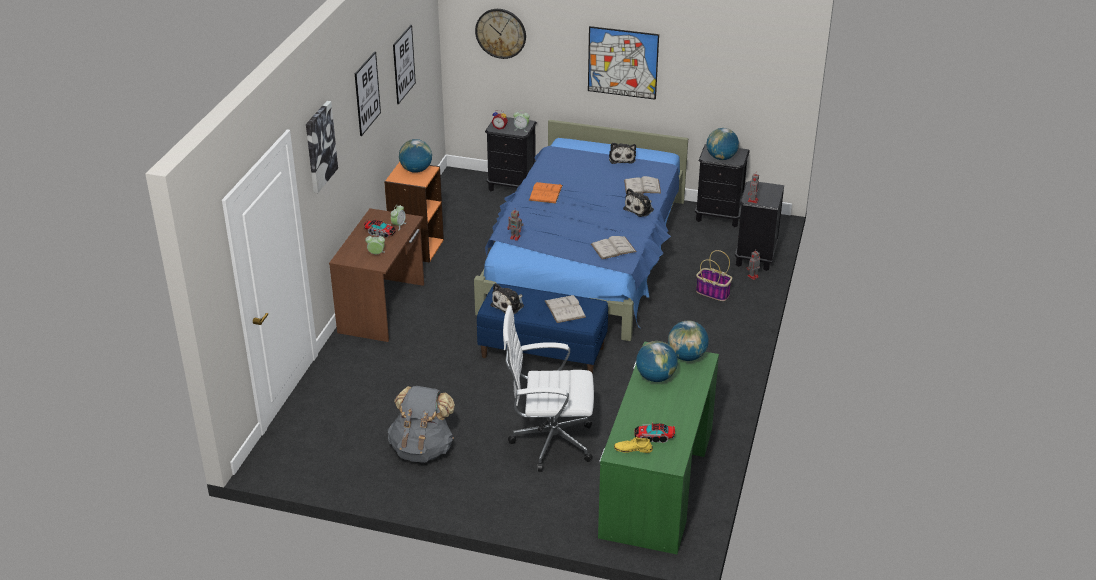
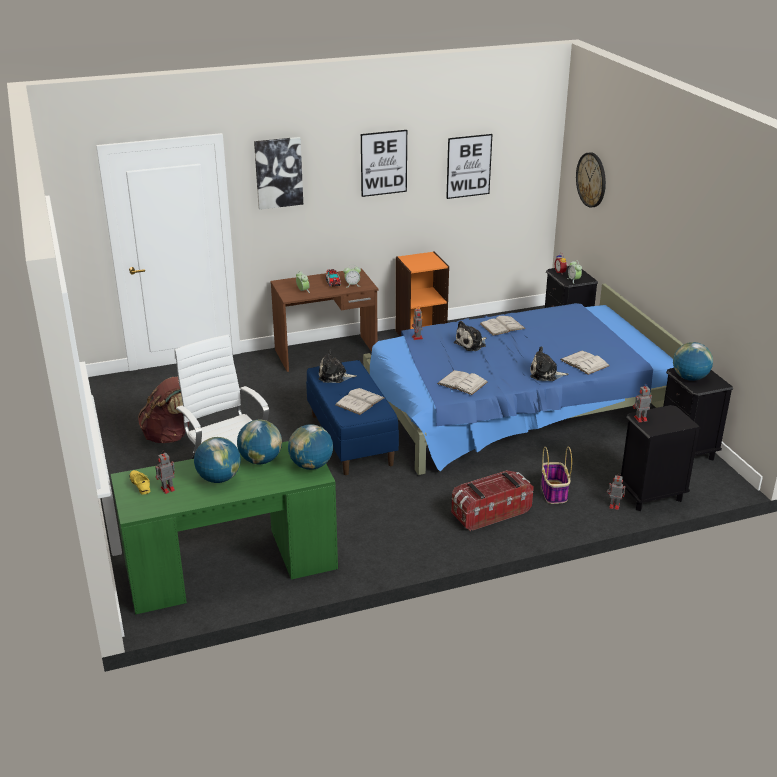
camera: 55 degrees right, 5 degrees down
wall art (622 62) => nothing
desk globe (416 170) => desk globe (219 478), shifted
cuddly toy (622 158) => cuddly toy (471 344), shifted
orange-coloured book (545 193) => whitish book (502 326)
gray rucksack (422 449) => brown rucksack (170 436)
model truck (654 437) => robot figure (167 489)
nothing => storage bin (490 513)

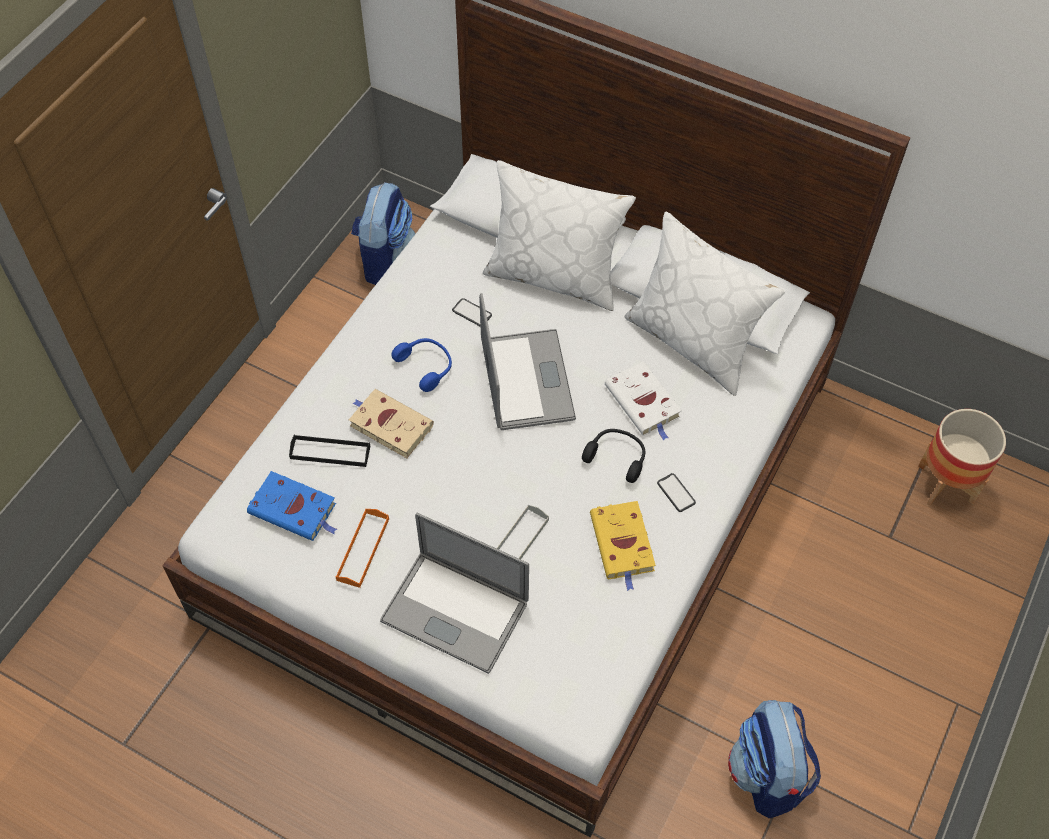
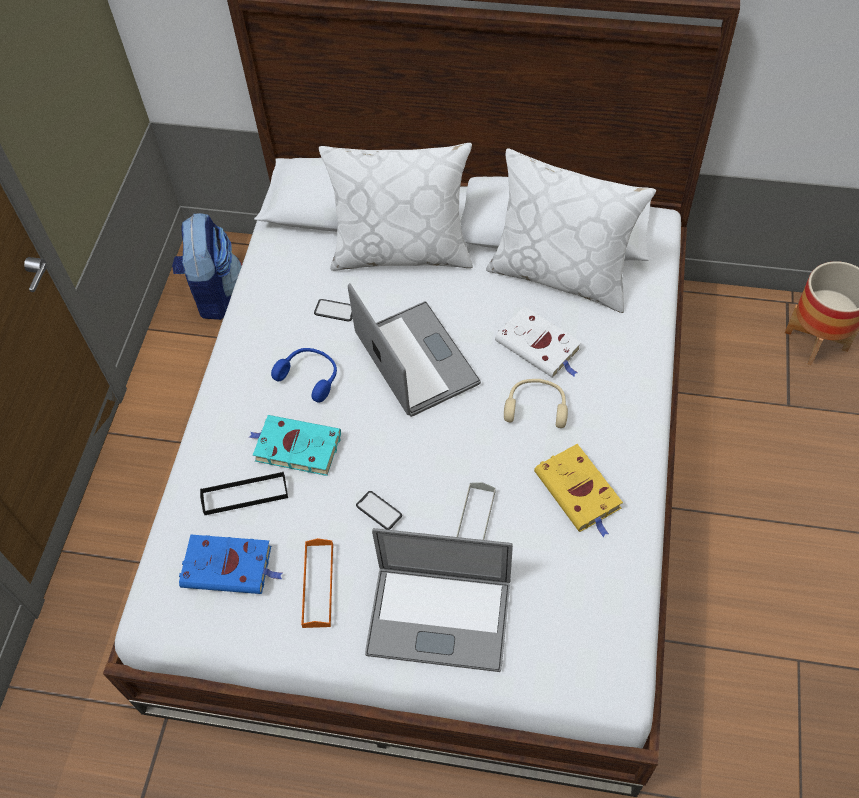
camera: 15 degrees left, 0 degrees up
beige book (389 425) => turquoise book (295 447)
blackish headphones (617 457) => beige headphones (536 407)
phone (676 493) => phone (379 510), shifted
rucksack (767 775) => nothing

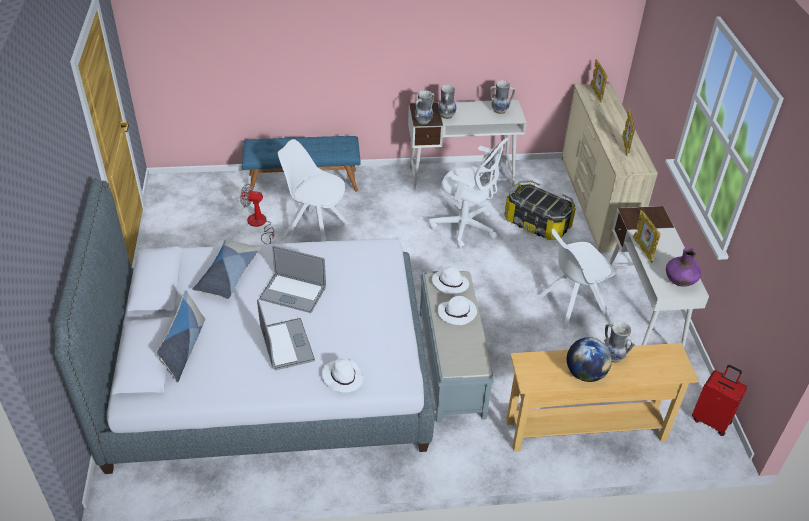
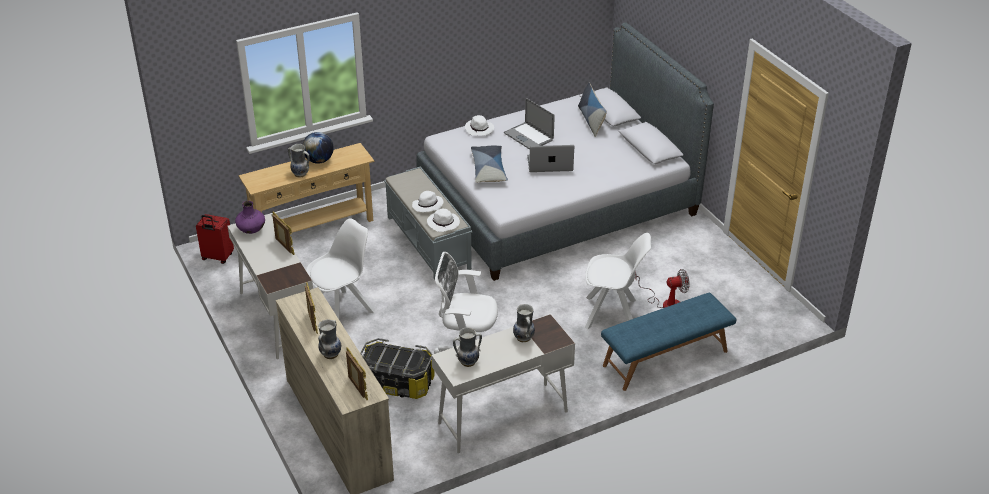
camera: 160 degrees right, 5 degrees down
decorative vase (423 121) => decorative vase (330 354), shifted
pillow (228 275) => pillow (489 169), shifted

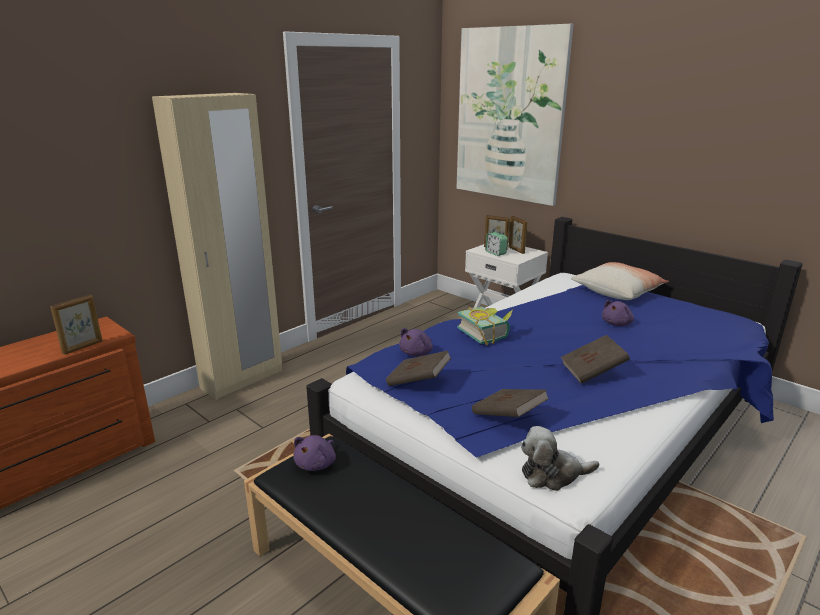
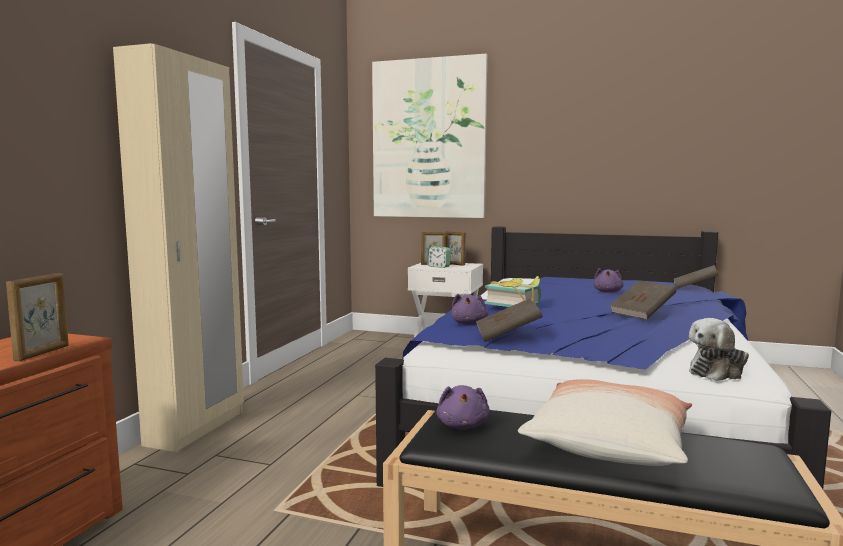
camera: 25 degrees left, 15 degrees down
pillow (617 292) => pillow (608 443), shifted
brown book (508 416) => brown book (694 287), shifted

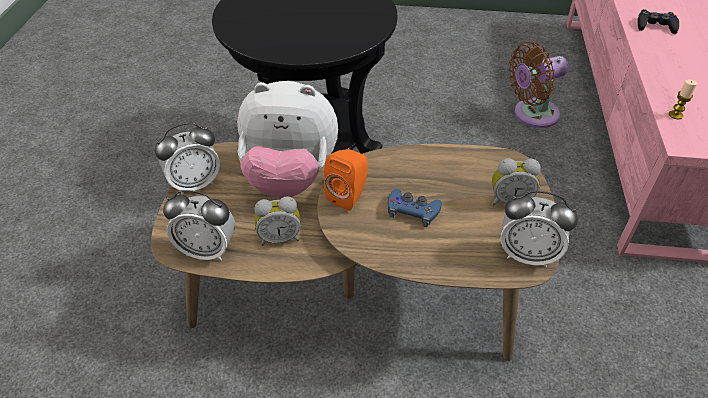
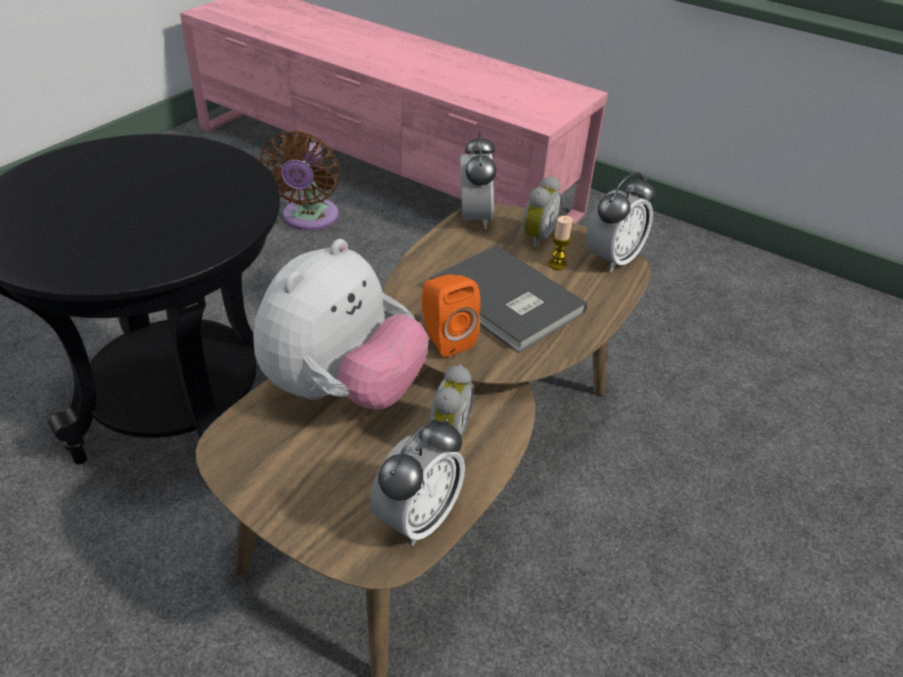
camera: 65 degrees left, 5 degrees down
blackish joypad (655 26) => nothing
wax light (675 115) => wax light (557 264), shifted
bedside clock (195 184) => bedside clock (474 218), shifted
blue-coloured joypad (412 211) => gray book (505 303)

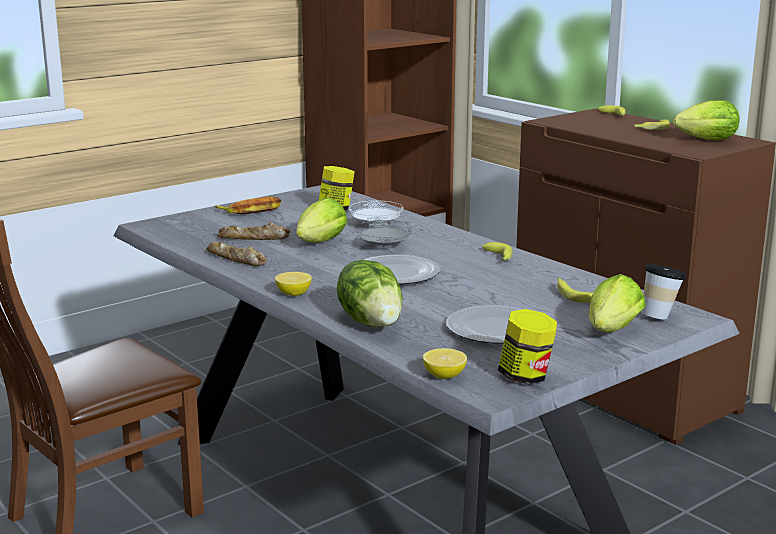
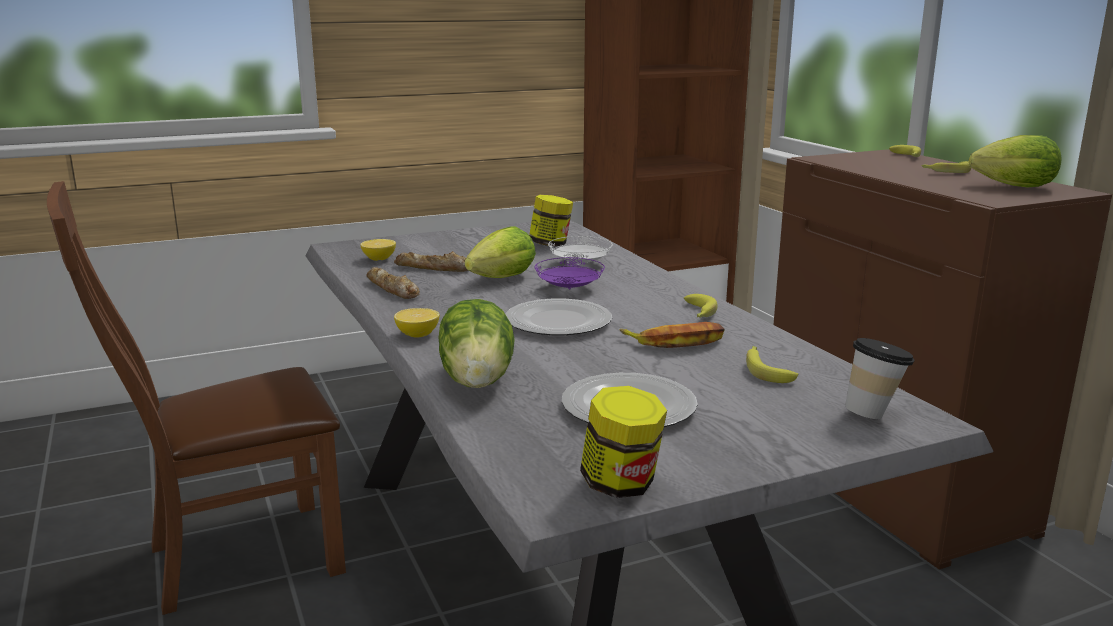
camera: 15 degrees right, 0 degrees up
whole banana (251 210) => whole banana (675 342), shifted
gray flat dish (383 247) => purple-coloured flat dish (569 289)
lettuce (611 332) => nothing
whole lemon (444 376) => whole lemon (379 259), shifted

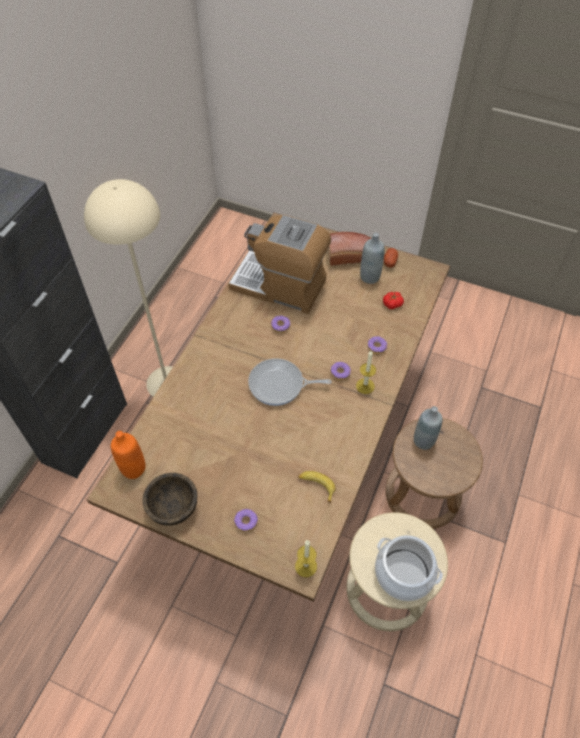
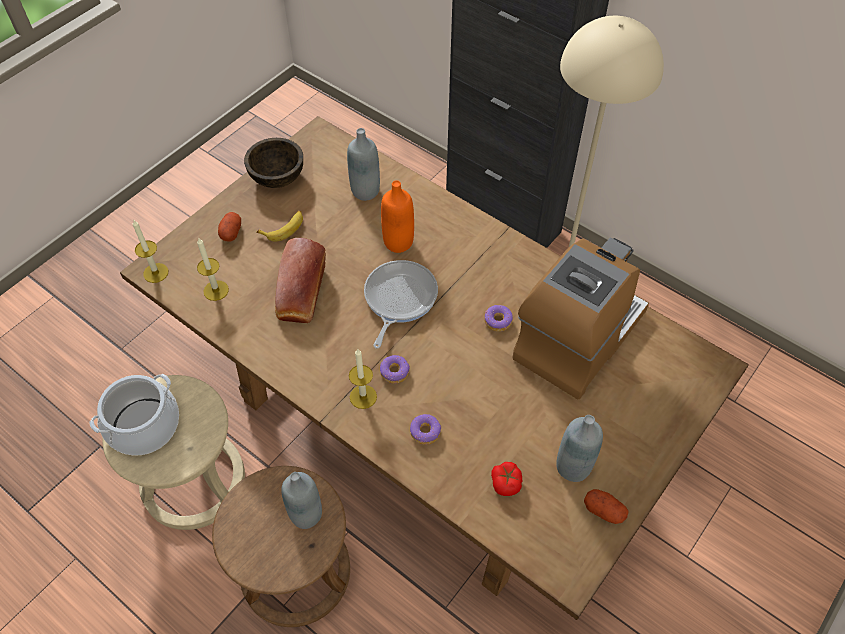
camera: 105 degrees right, 0 degrees up
bread (352 256) => bread (301 294), shifted
orange-coloured beverage bottle (133 468) => orange-coloured beverage bottle (398 242), shifted
whole banana (316 486) => whole banana (284 228), shifted
donut (246 522) => potato (231 232)
nothing => gray beverage bottle (365 191)
nothing => wax light (216 290)

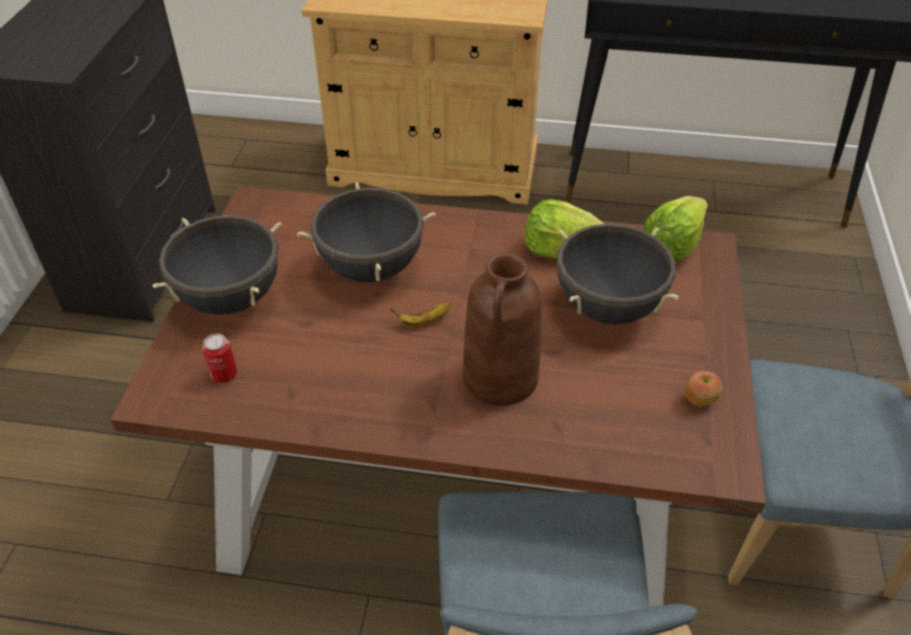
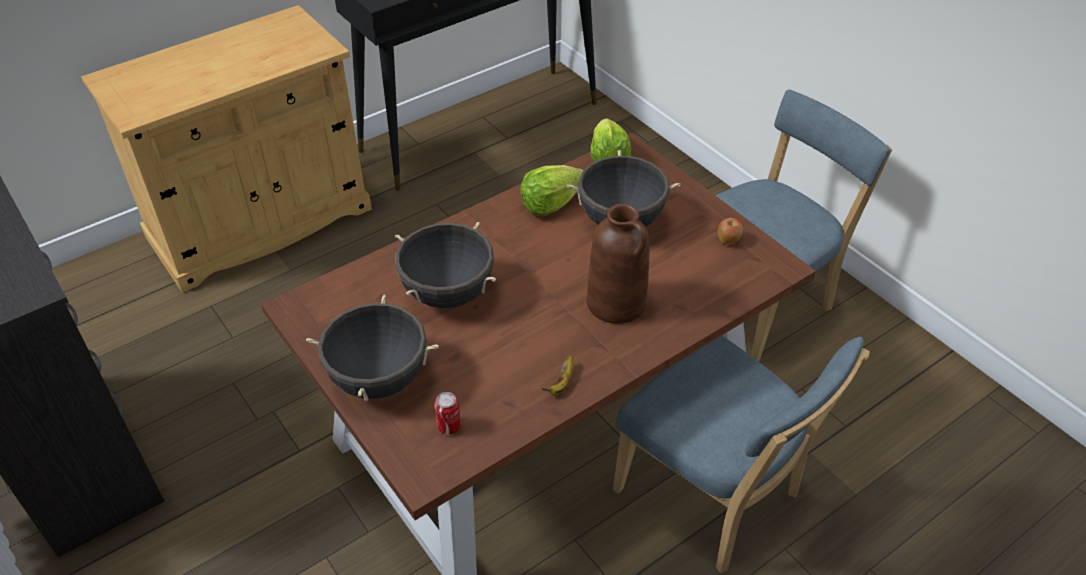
camera: 45 degrees left, 0 degrees up
whole banana (423 322) => whole banana (562 383), shifted

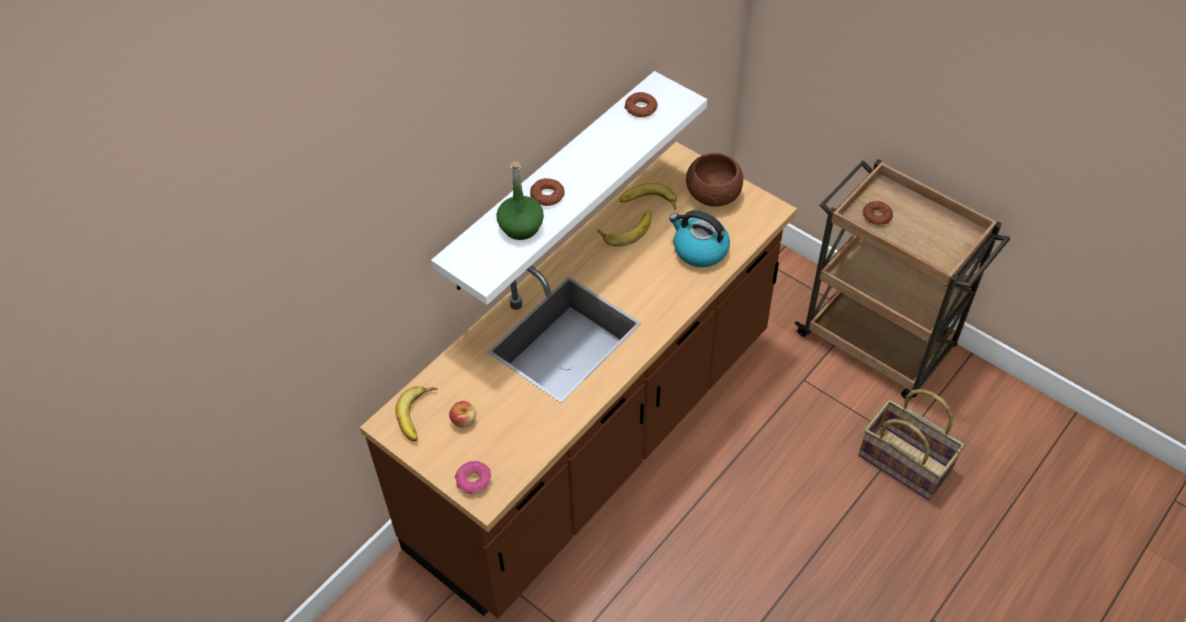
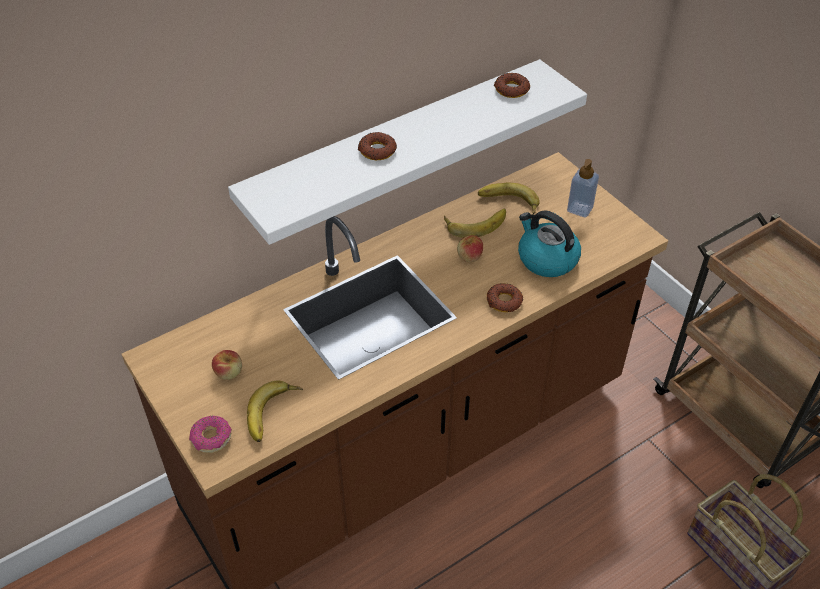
camera: 15 degrees right, 5 degrees down
brown deep dish (713 195) => soap dispenser (580 209)
green beverage bottle (521 227) => nothing
donut (877 216) => donut (504 301), shifted
whole banana (419 415) => whole banana (274 414), shifted
nothing => whole apple (469 257)

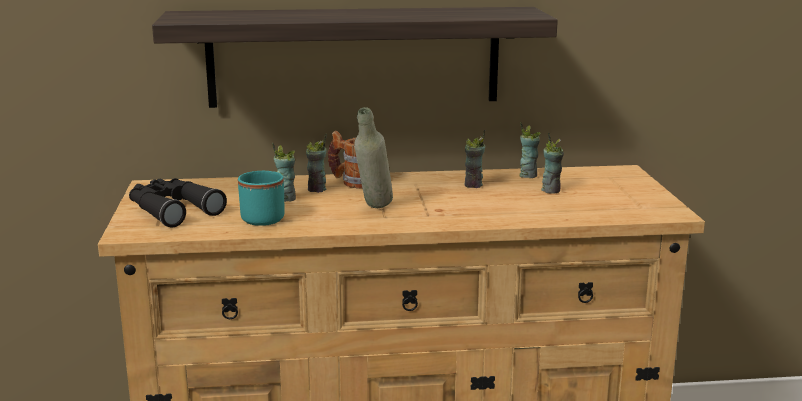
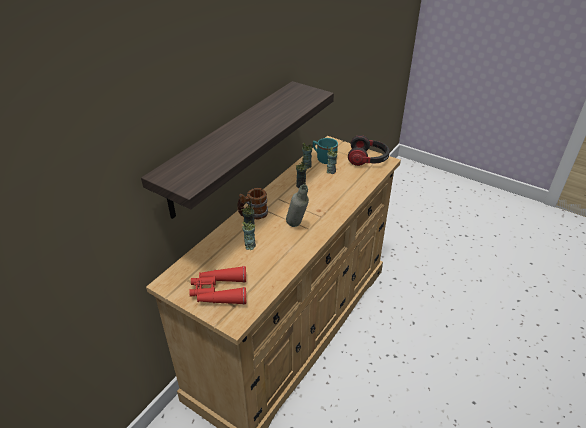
camera: 50 degrees left, 20 degrees up
turquoise coffee mug (262 217) => turquoise coffee mug (324 158), shifted
blackish pair of binoculars (172 210) => red pair of binoculars (219 292)
nothing => headphones (368 159)

